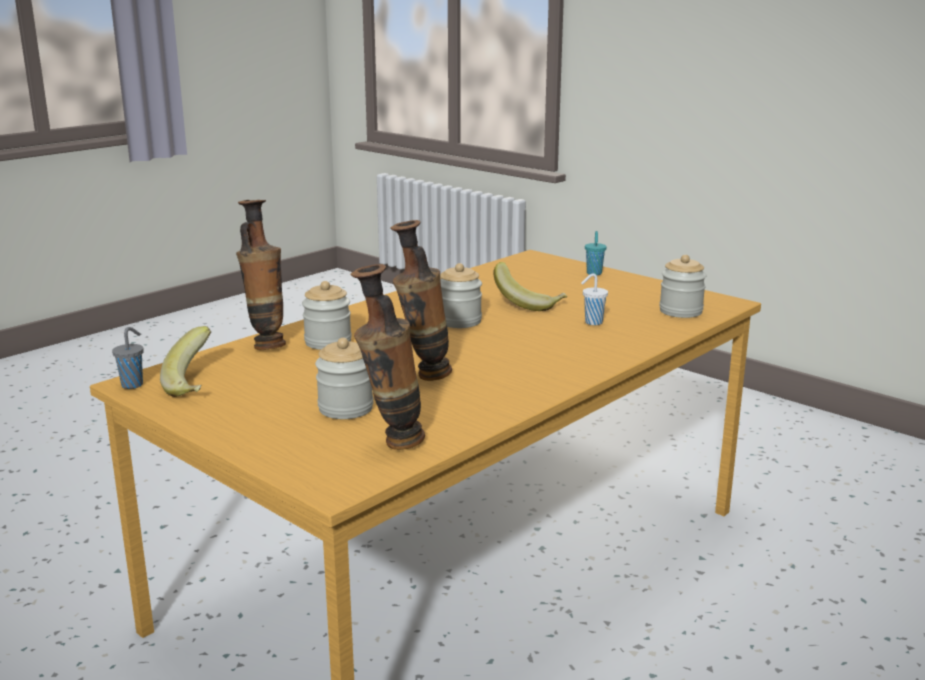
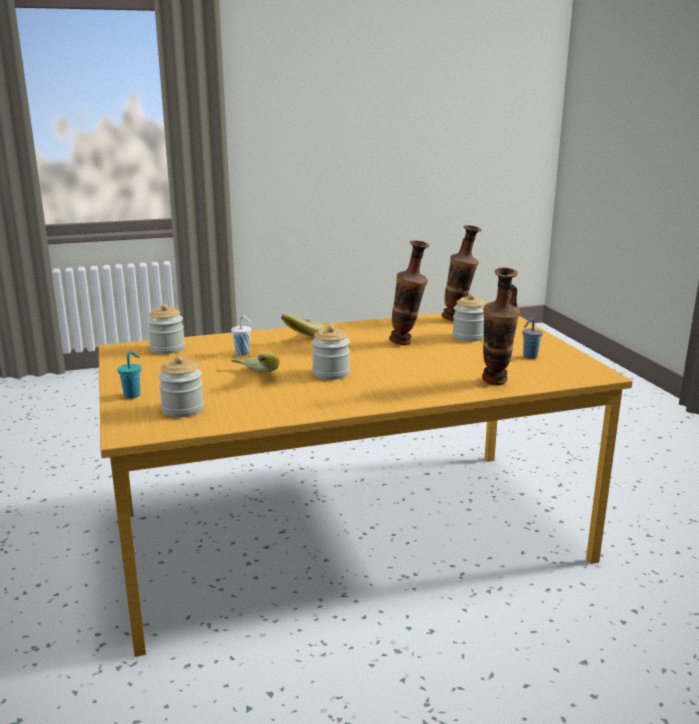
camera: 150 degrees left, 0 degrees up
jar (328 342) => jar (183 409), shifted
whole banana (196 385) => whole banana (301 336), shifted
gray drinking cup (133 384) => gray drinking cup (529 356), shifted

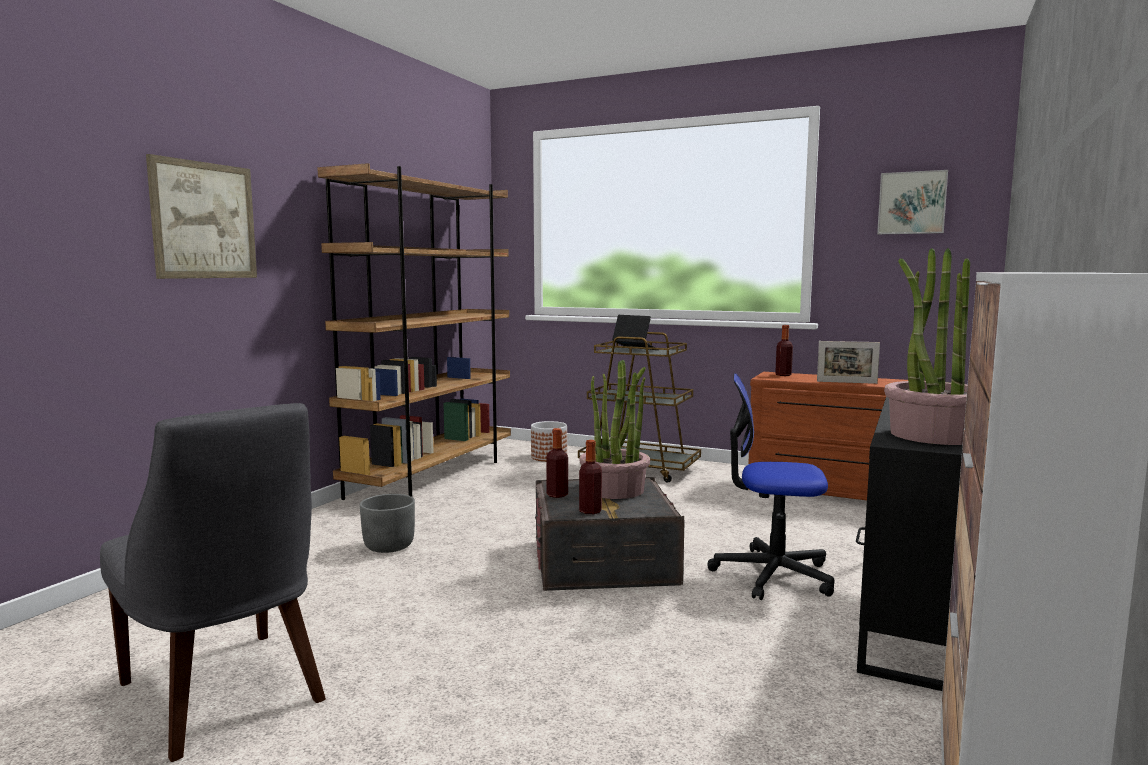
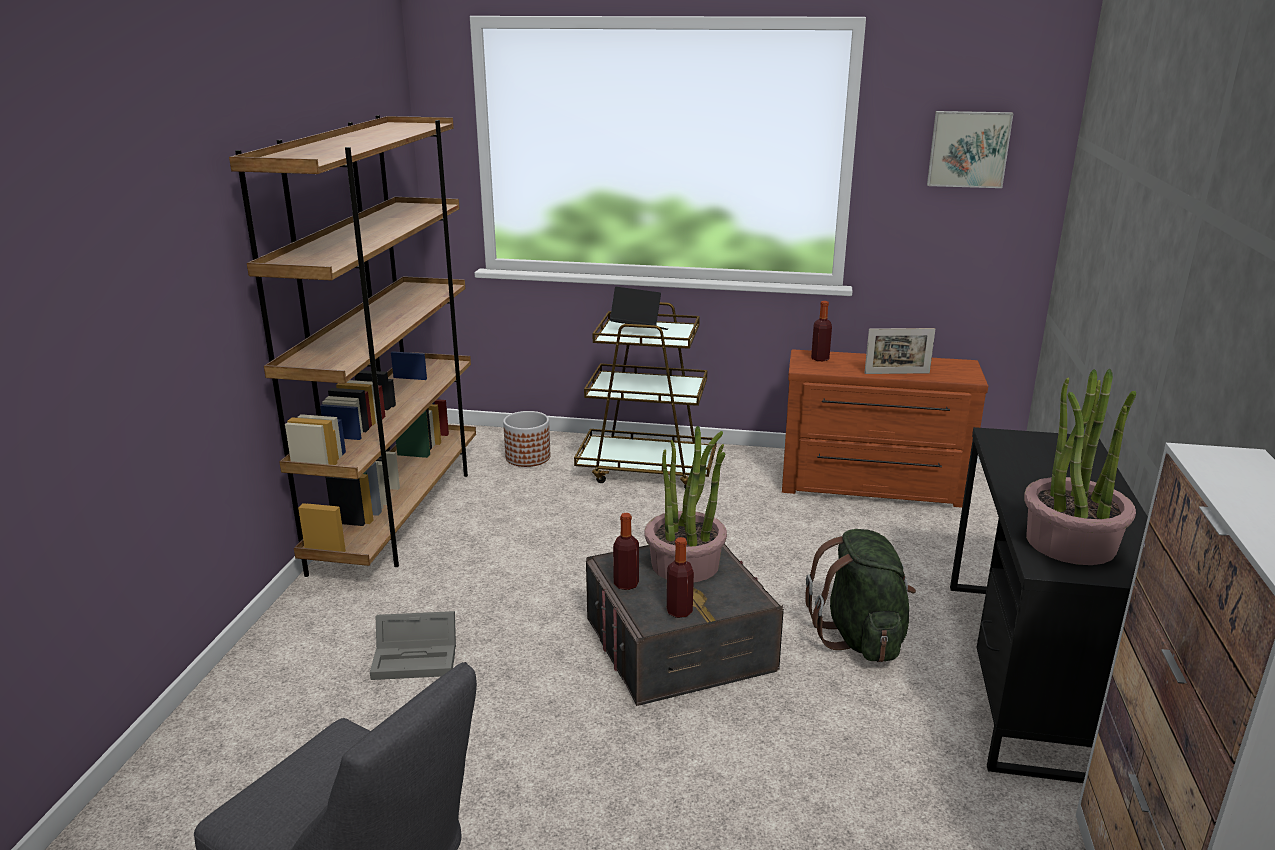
camera: 15 degrees left, 15 degrees up
wall art (204 220) => nothing
desk chair (772 574) => green rucksack (860 637)
gray flower pot (389 546) => gray storage bin (418 658)

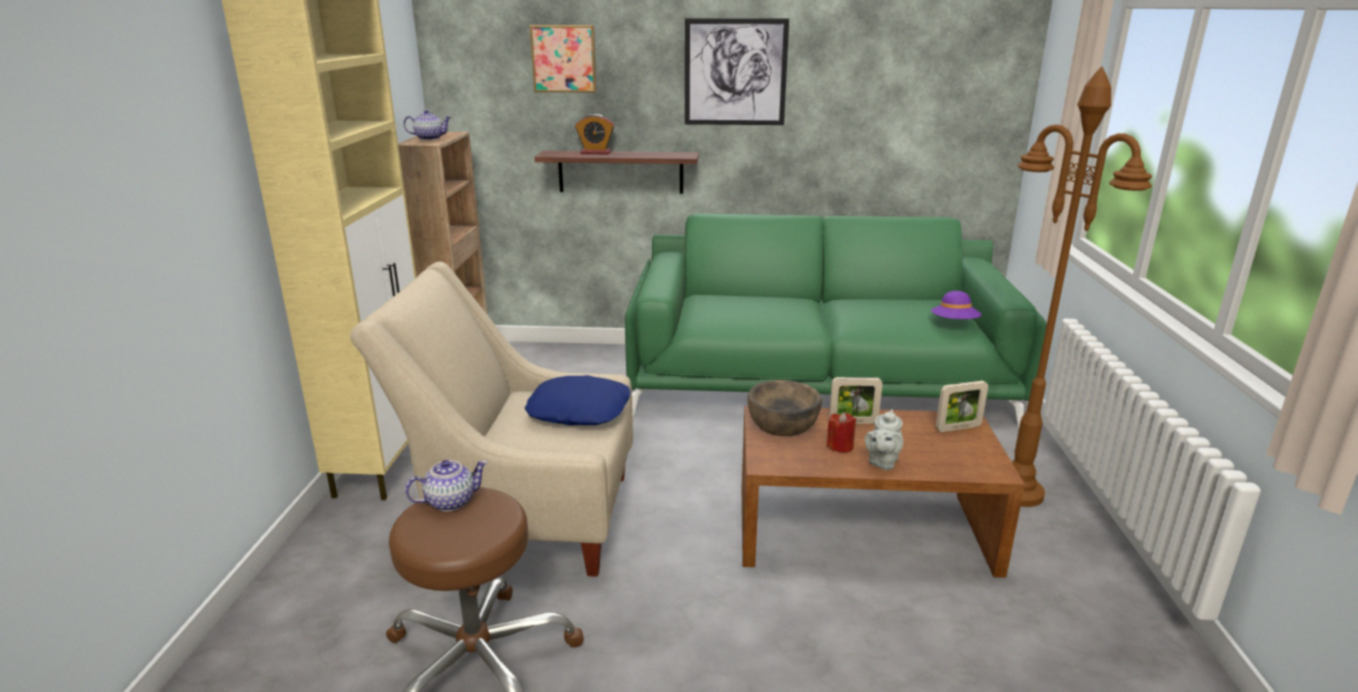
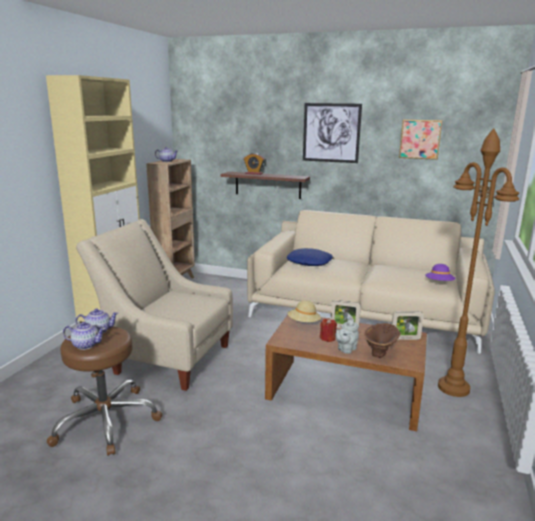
camera: 15 degrees right, 5 degrees down
wall art (564 58) => wall art (420 139), shifted
green couch (817 383) => beige couch (364 313)
blue-coloured pillow (579 410) => blue-coloured pillow (309 262), shifted
brown deep dish (783 423) => beige hat (303 323)
nothing => tea pot (85 345)
nothing => brown decorative vase (381 352)

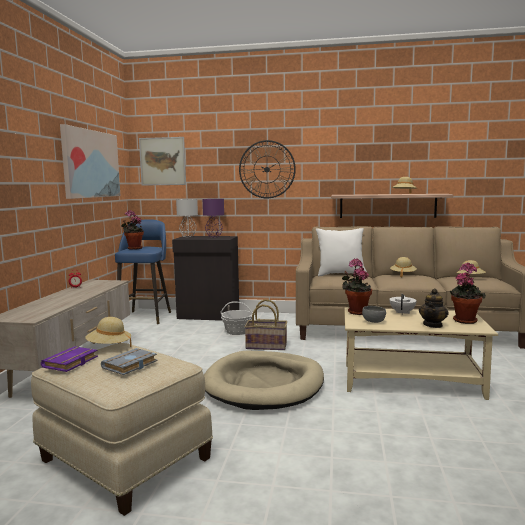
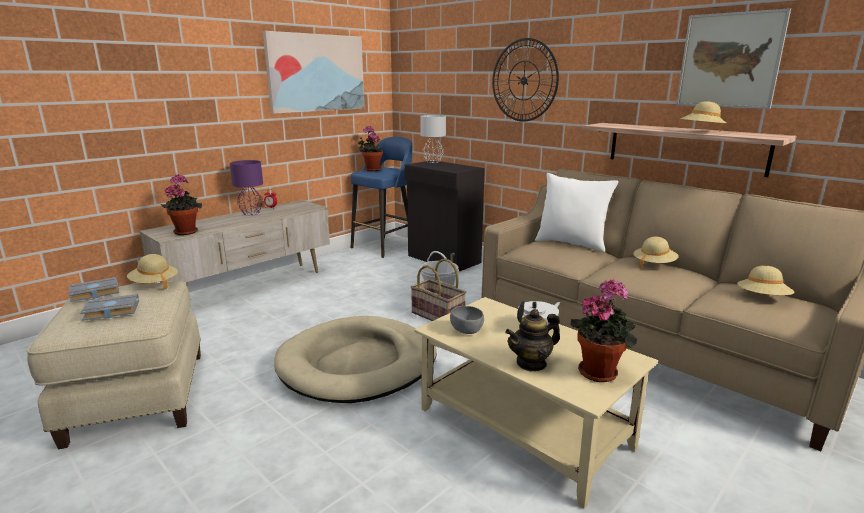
camera: 35 degrees right, 10 degrees up
wall art (162 161) => wall art (729 61), shifted
purple-coloured lamp for a table (213 236) => purple-coloured lamp for a table (251 213), shifted
potted plant (356 312) => potted plant (186 231), shifted
purple-coloured book (71 363) => gray book (94 293)

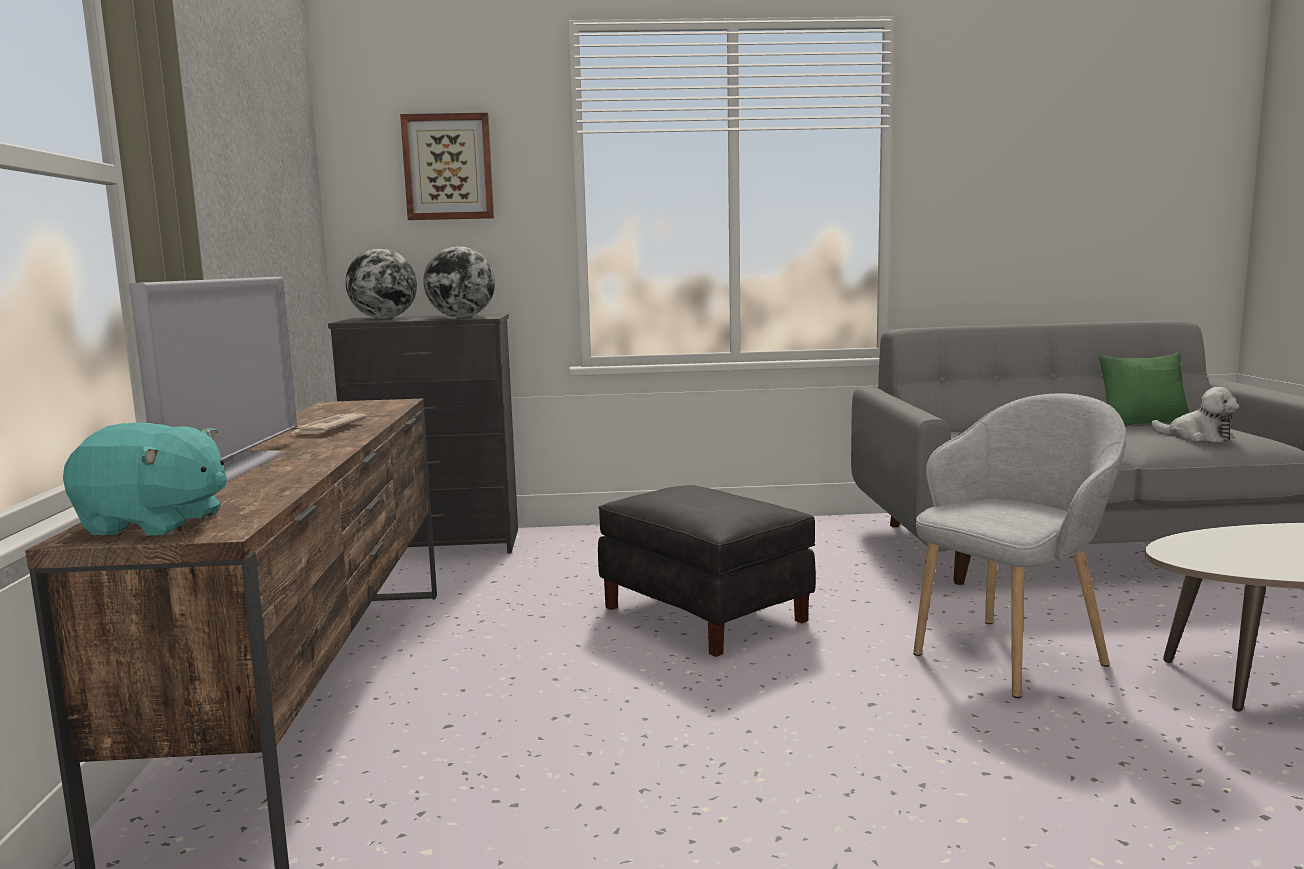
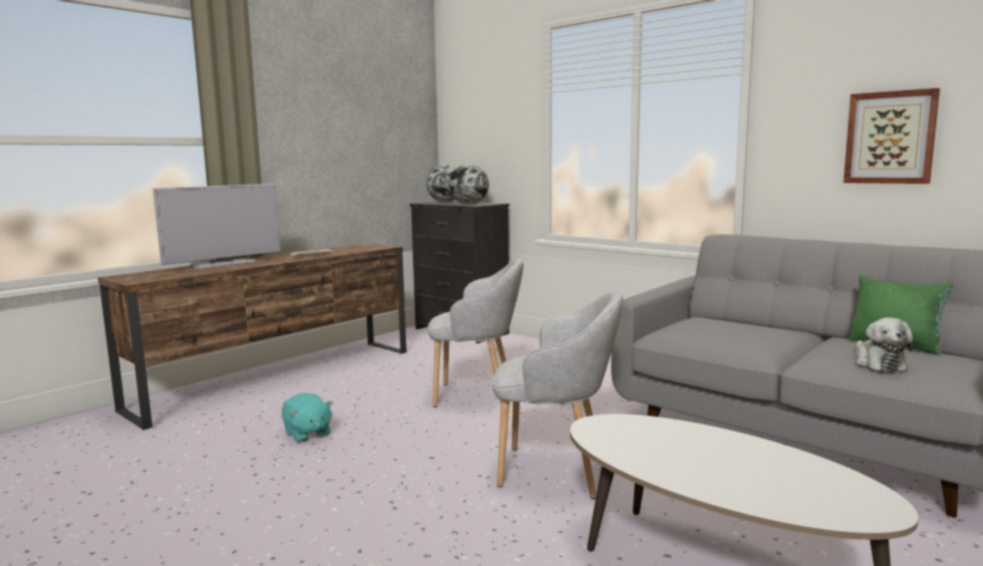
camera: 45 degrees right, 0 degrees up
wall art (448 167) => wall art (890 137), shifted
turquoise cuddly toy (155 525) => turquoise cuddly toy (307 433), shifted
blackish footrest (705 614) => gray lounge chair (478 396)

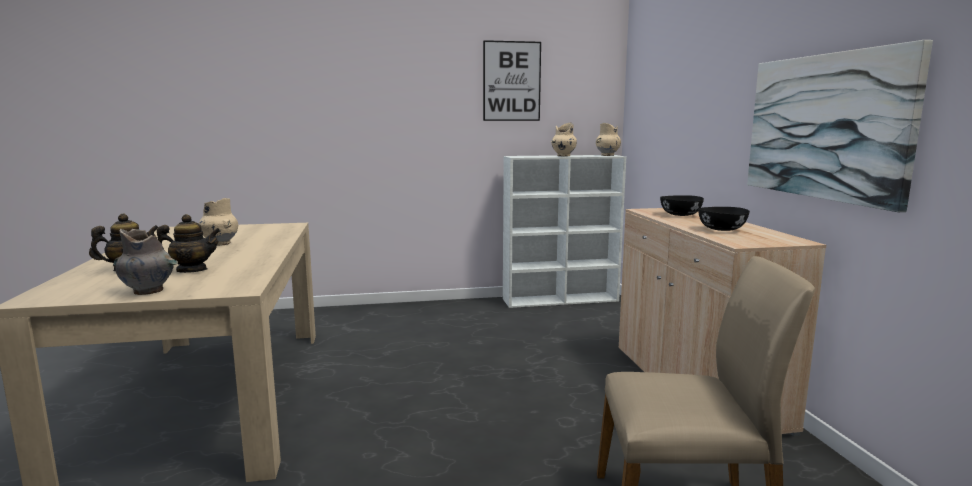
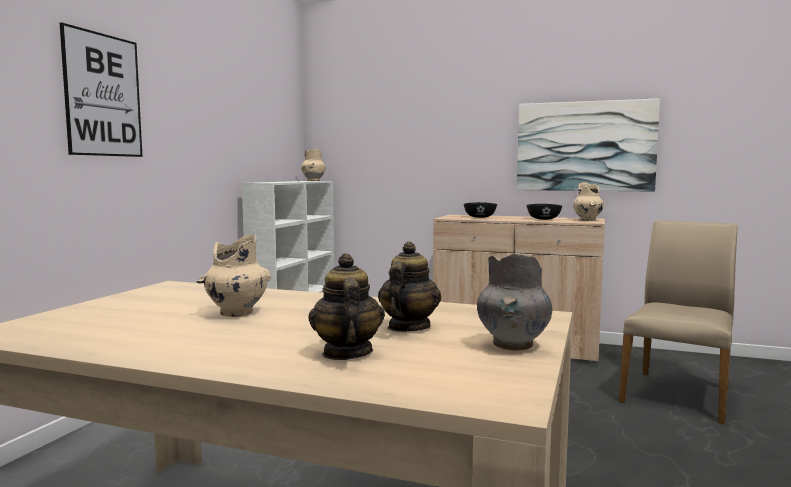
camera: 60 degrees left, 5 degrees down
wall art (511 81) => wall art (103 95), shifted
beige decorative vase (563 156) => beige decorative vase (588 220), shifted

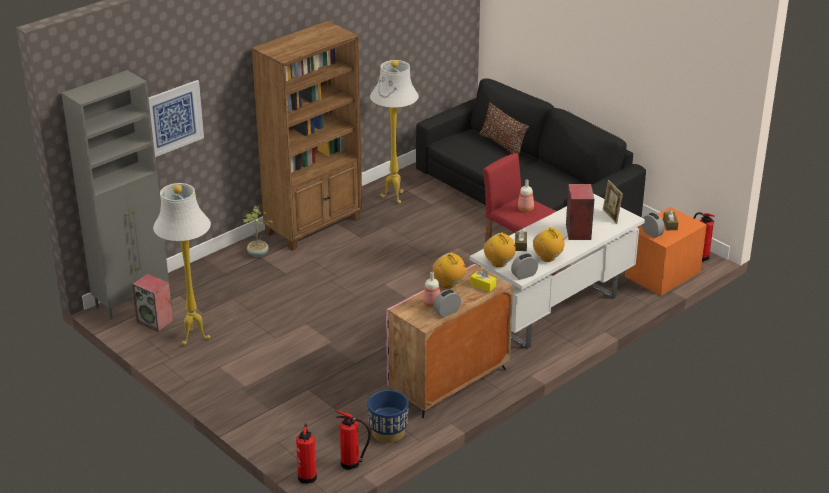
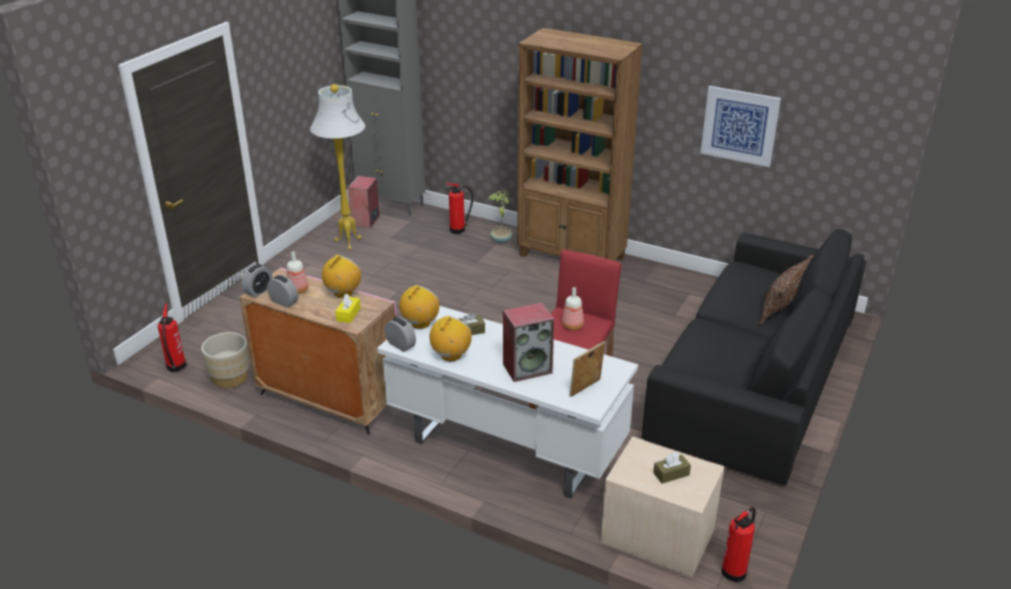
camera: 70 degrees right, 0 degrees up
whitish standing lamp (395 198) => nothing
wall art (173 118) => wall art (740 126), shifted
orange-coloured night table (662 274) => beige night table (657 535)
bedside clock (652 233) => bedside clock (259 291), shifted
blue-coloured flower pot (388 432) => beige flower pot (230 378)
fire extinguisher (307 476) => fire extinguisher (459 230), shifted

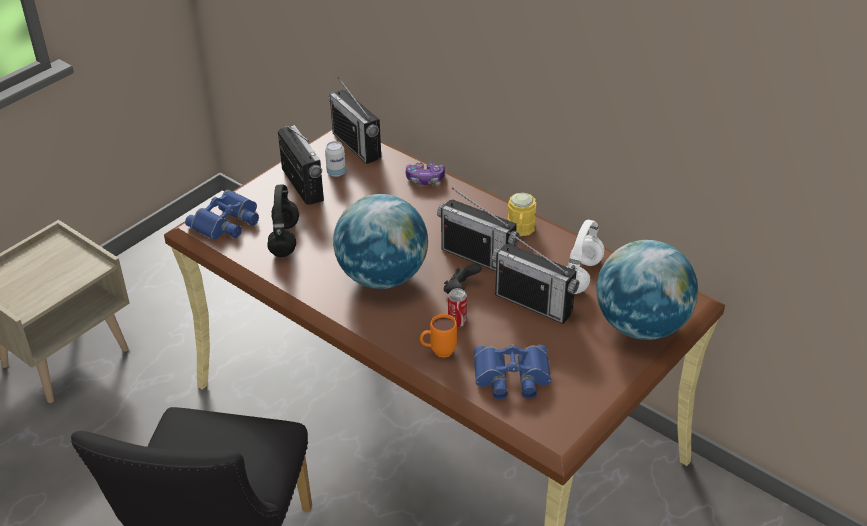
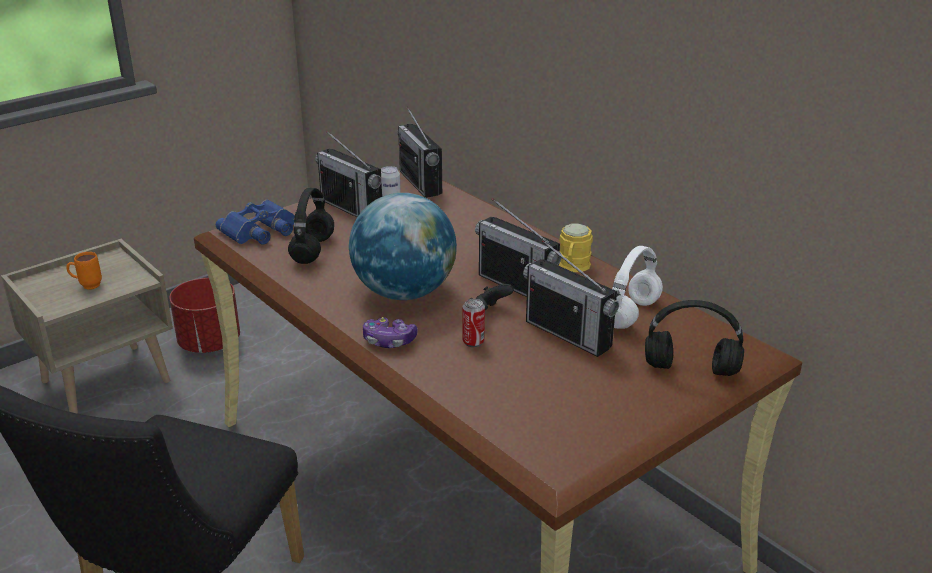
camera: 10 degrees right, 10 degrees down
radio (302 184) => radio (351 208), 150 degrees clockwise
joypad (425 179) => joypad (389 341), shifted
desk globe (641 326) => blackish headphones (692 369)
orange-coloured coffee mug (438 352) => orange-coloured coffee mug (87 286), shifted
blue-coloured pair of binoculars (511 377) => nothing
nothing => red flower pot (209 343)

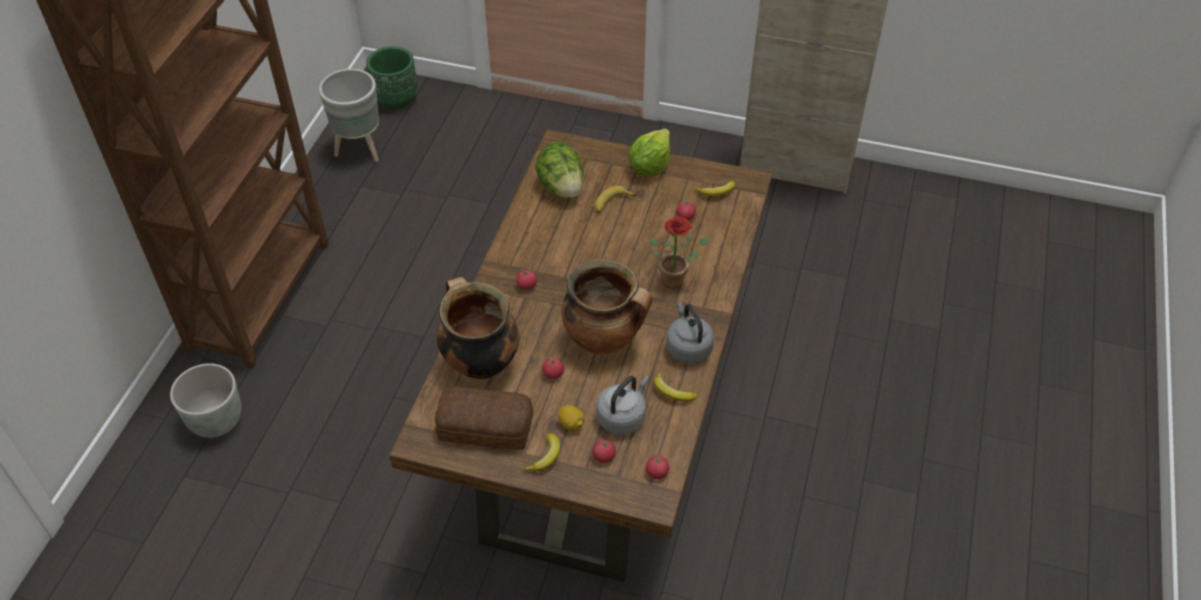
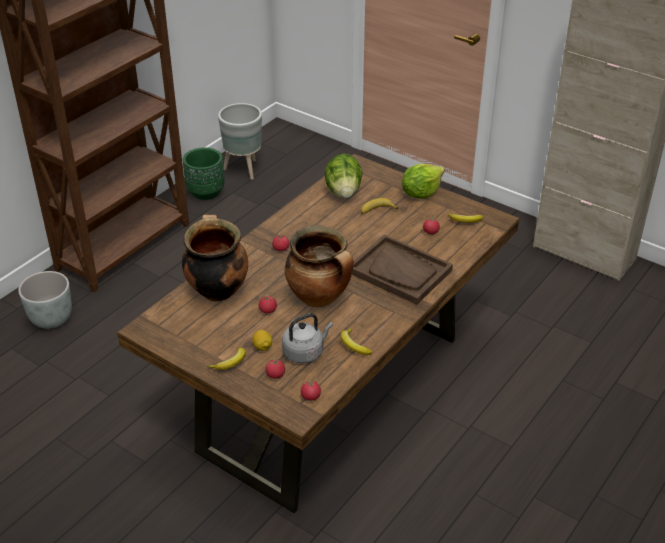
camera: 20 degrees right, 10 degrees down
green flower pot (396 99) => green flower pot (205 192), shifted
potted plant (676 279) => brown carrying tray (400 271)
gray water kettle (688 347) => nothing
bread (486 428) => nothing

